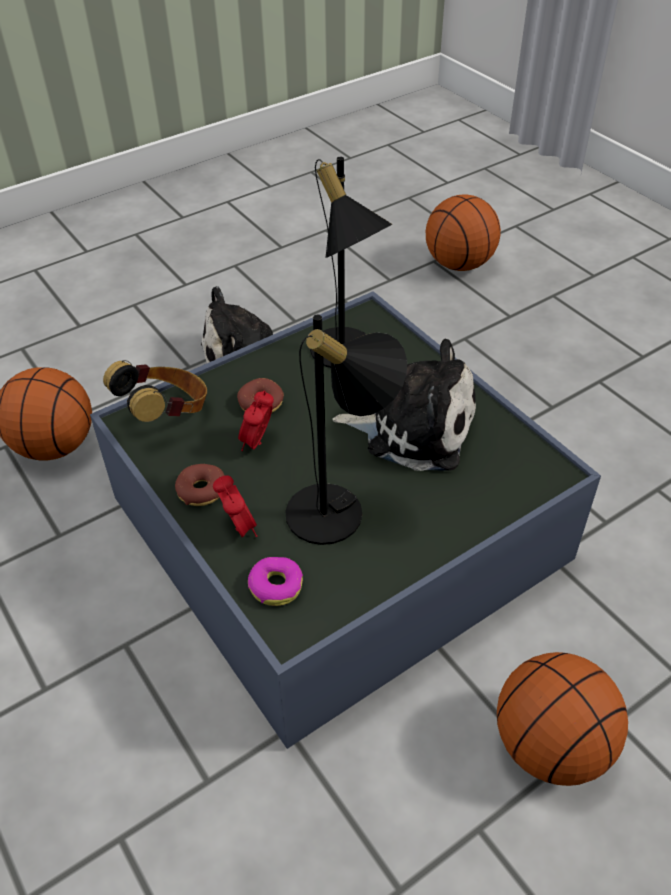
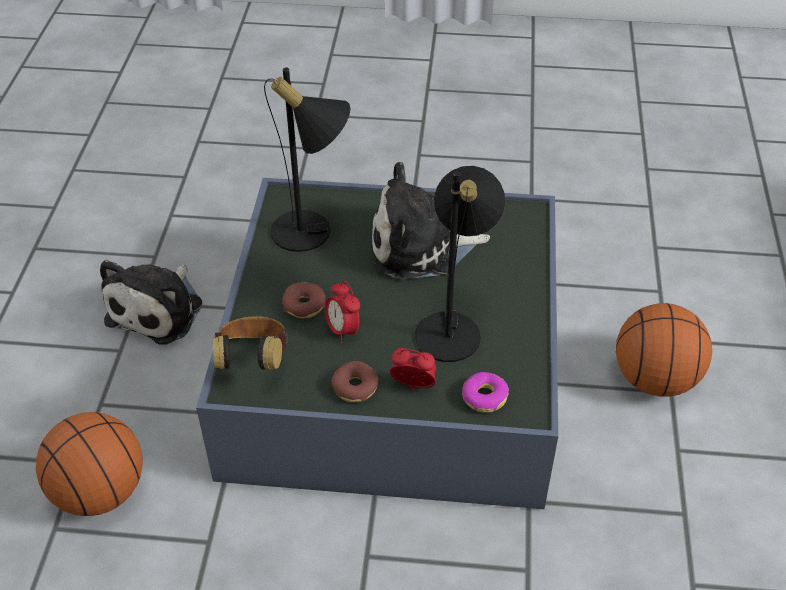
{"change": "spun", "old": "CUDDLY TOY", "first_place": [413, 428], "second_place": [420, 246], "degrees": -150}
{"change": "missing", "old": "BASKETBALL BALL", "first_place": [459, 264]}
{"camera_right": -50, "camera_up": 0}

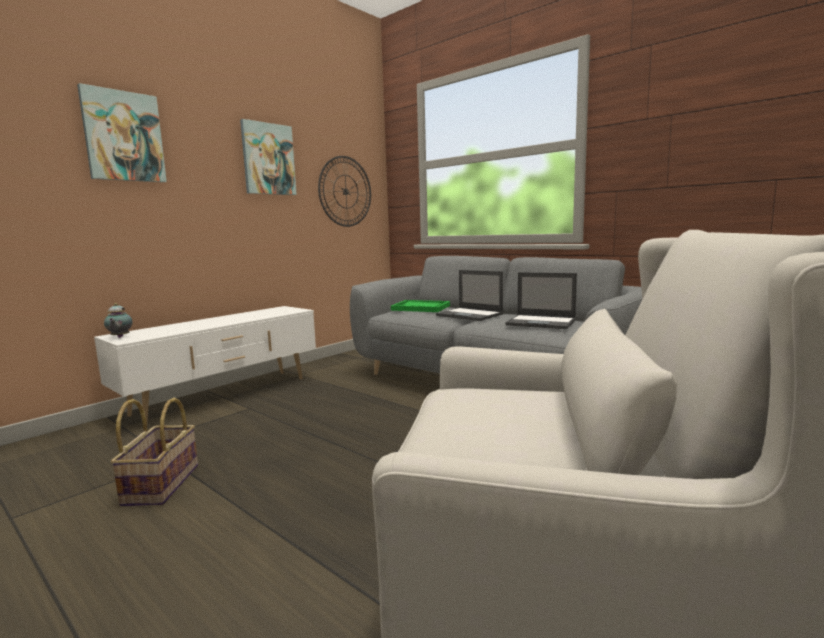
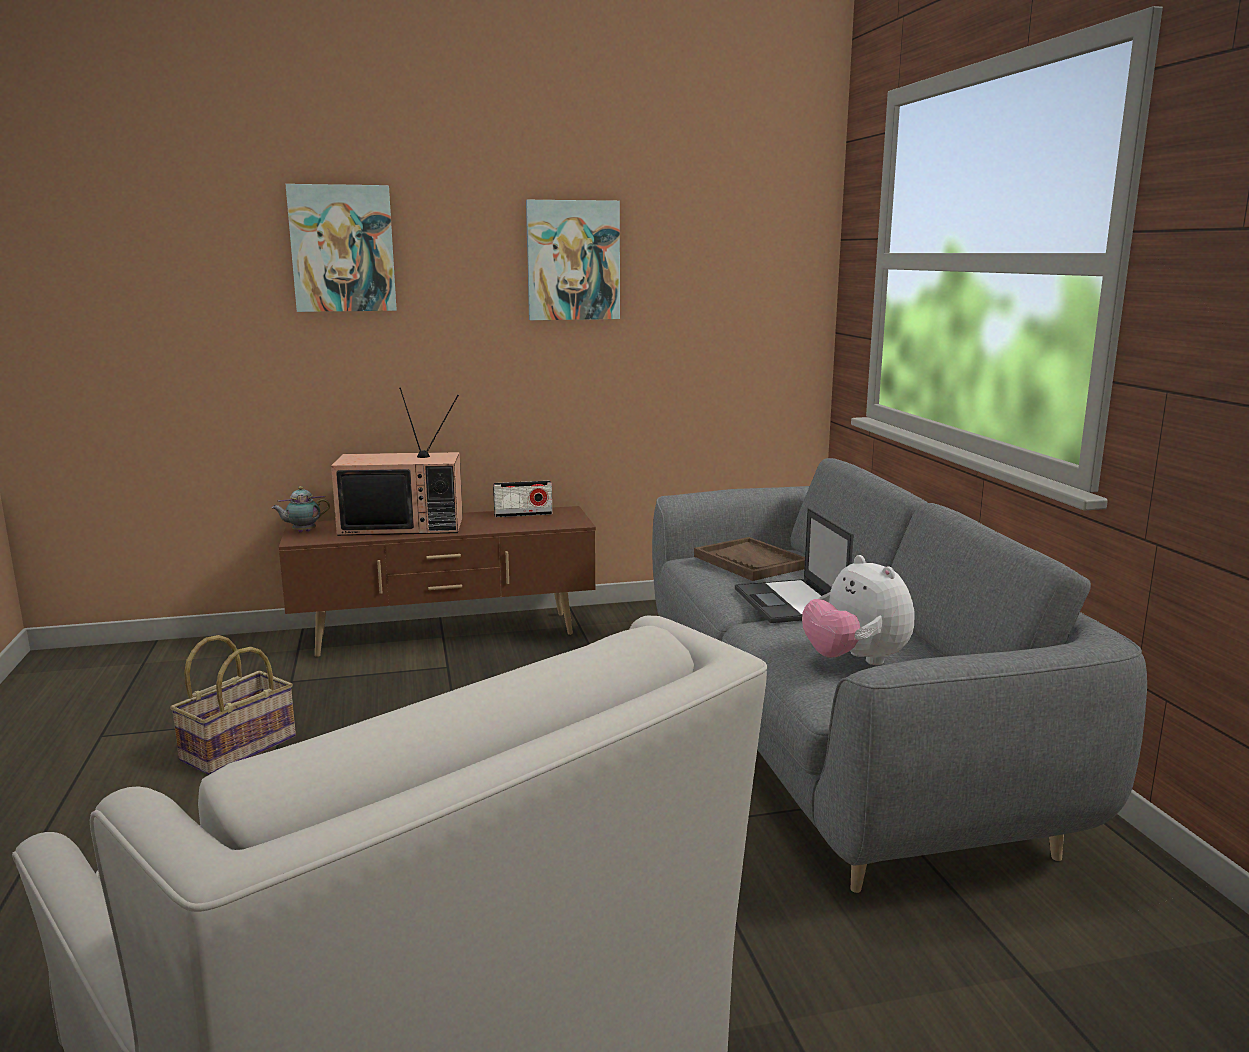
{"change": "colour", "old": "WHITE MEDIA CONSOLE", "new": "BROWN MEDIA CONSOLE", "first_place": [225, 396], "second_place": [446, 635]}
{"change": "spun", "old": "TEA POT", "first_place": [119, 337], "second_place": [302, 532], "degrees": 45}
{"change": "missing", "old": "CLOCK ON THE WALL", "first_place": [345, 191]}
{"change": "colour", "old": "GREEN CARRYING TRAY", "new": "BROWN CARRYING TRAY", "first_place": [421, 308], "second_place": [751, 562]}
{"change": "exchanged", "old": "PORTABLE COMPUTER", "new": "CUDDLY TOY", "first_place": [542, 322], "second_place": [855, 660]}
{"change": "appeared", "new": "TELEVISION", "second_place": [404, 526]}
{"change": "appeared", "new": "RADIO RECEIVER", "second_place": [523, 514]}
{"camera_right": 35, "camera_up": 5}

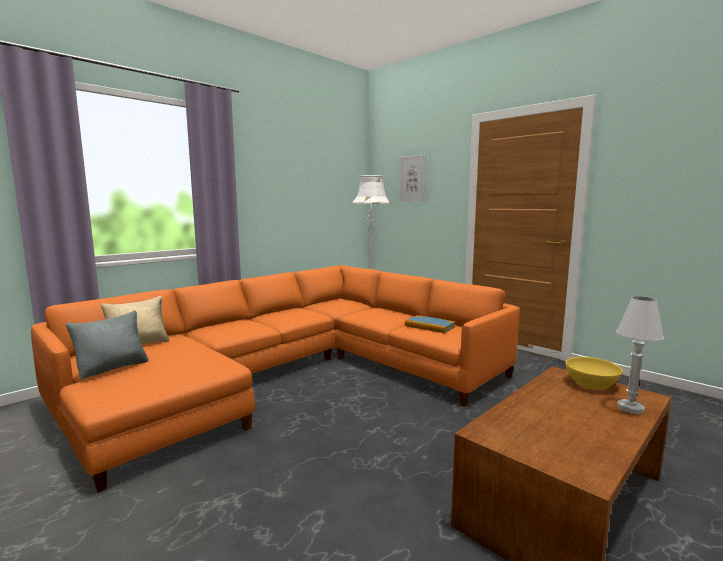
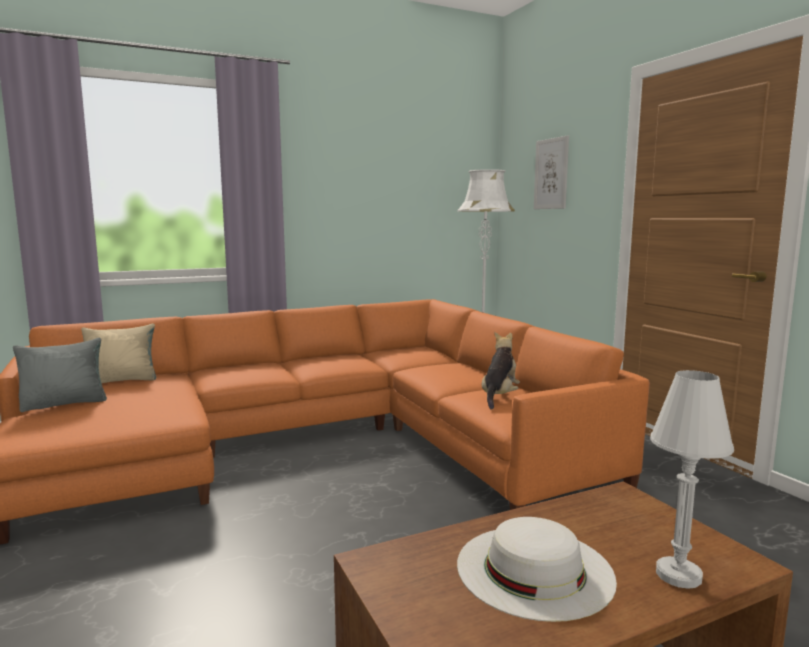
{"change": "exchanged", "old": "BOUND BOOK", "new": "CUDDLY TOY", "first_place": [429, 326], "second_place": [499, 396]}
{"change": "missing", "old": "YELLOWISH SERVING BOWL", "first_place": [591, 384]}
{"change": "appeared", "new": "WHITE CLOTHING HAT", "second_place": [534, 569]}
{"camera_right": 20, "camera_up": 0}

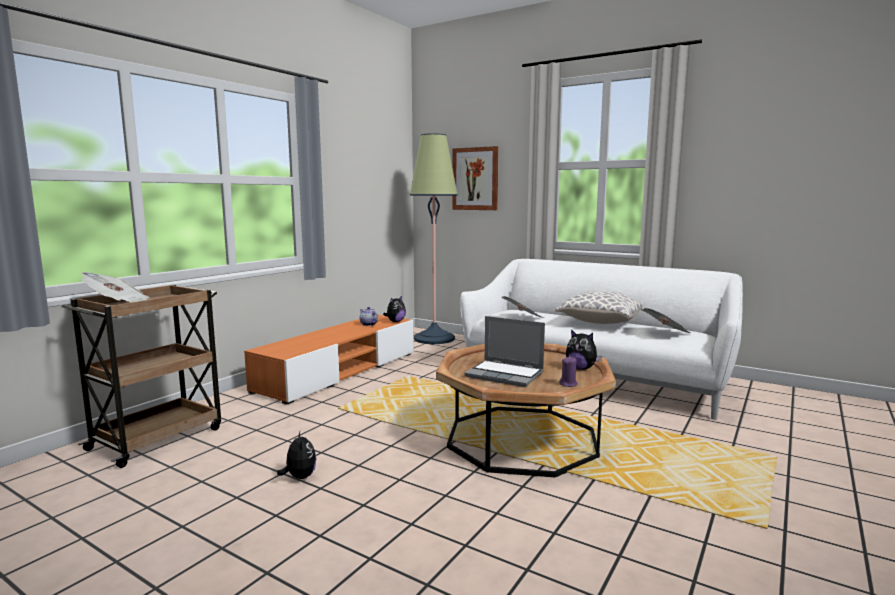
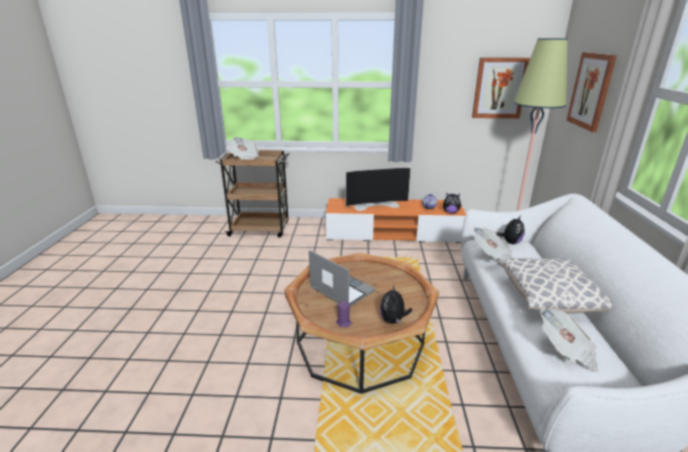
{"change": "relocated", "old": "CUDDLY TOY", "first_place": [299, 477], "second_place": [510, 242]}
{"change": "spun", "old": "PORTABLE COMPUTER", "first_place": [506, 375], "second_place": [340, 290], "degrees": 135}
{"change": "appeared", "new": "TELEVISION", "second_place": [376, 205]}
{"change": "appeared", "new": "PICTURE", "second_place": [499, 88]}
{"camera_right": 60, "camera_up": 15}

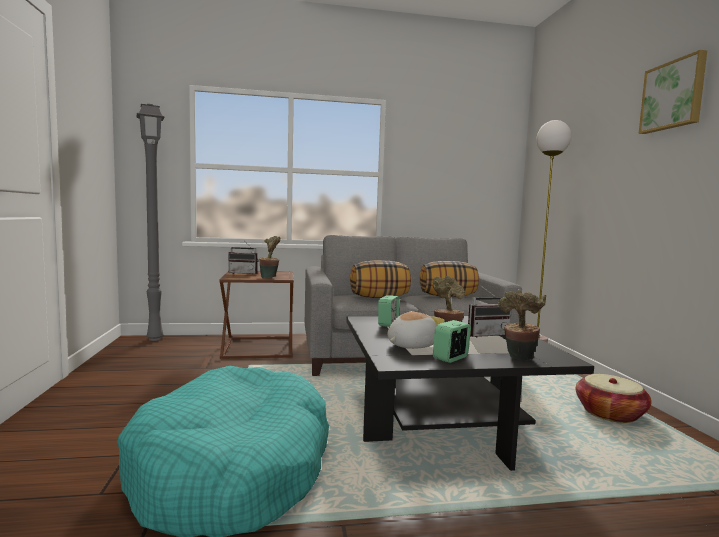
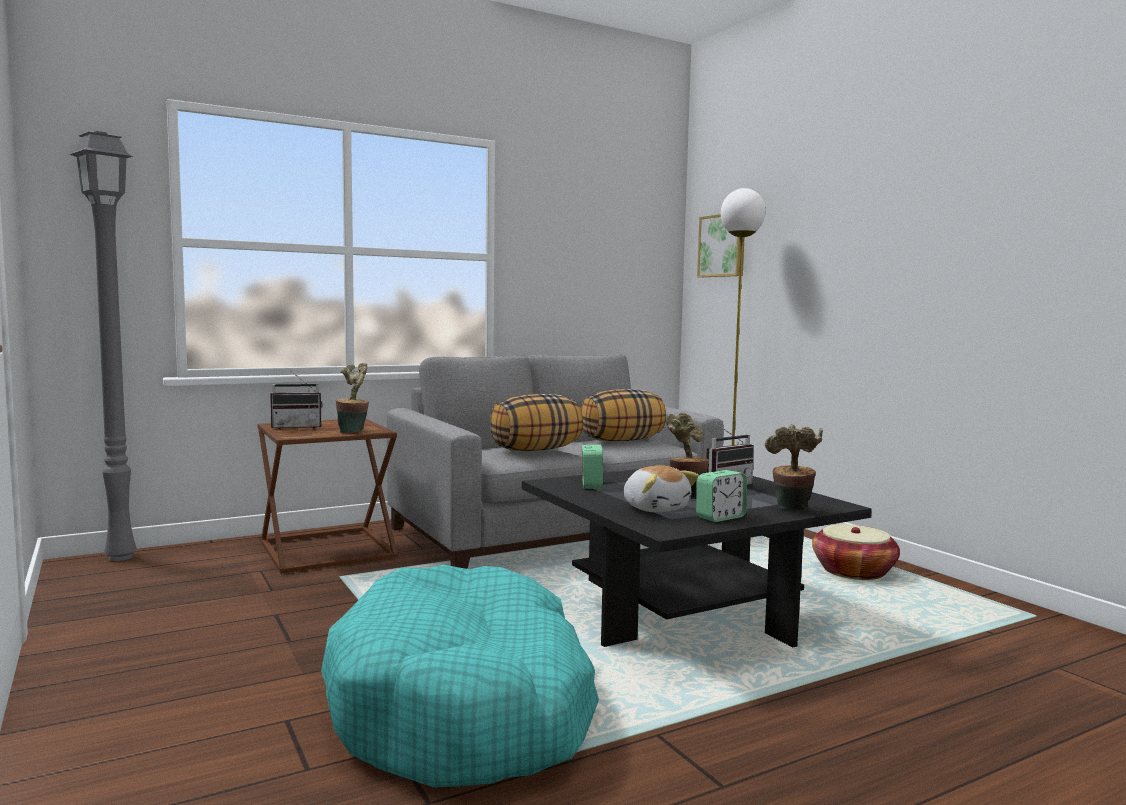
{"change": "spun", "old": "CUDDLY TOY", "first_place": [410, 345], "second_place": [656, 508], "degrees": 120}
{"change": "spun", "old": "BEDSIDE CLOCK", "first_place": [451, 358], "second_place": [720, 517], "degrees": -150}
{"change": "relocated", "old": "PICTURE", "first_place": [673, 95], "second_place": [723, 245]}
{"camera_right": -20, "camera_up": 0}

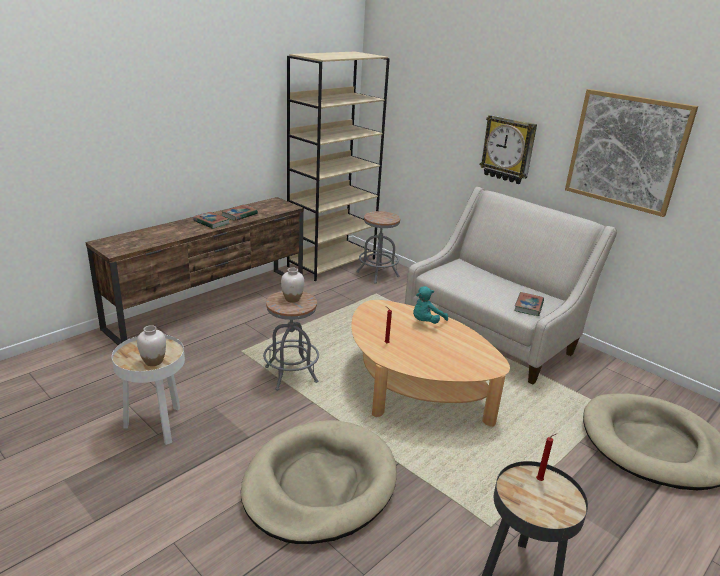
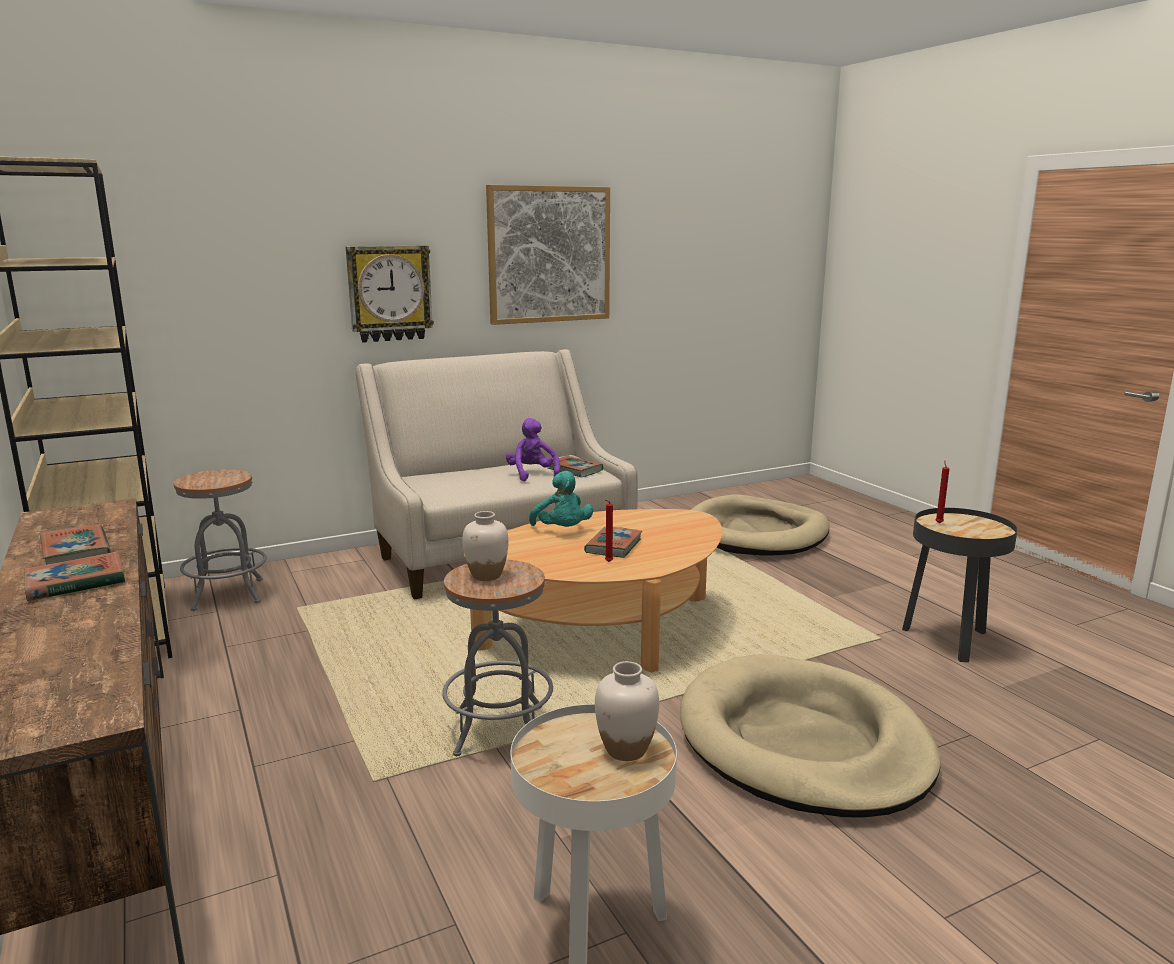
{"change": "appeared", "new": "PURPLE-COLOURED CUDDLY TOY", "second_place": [532, 474]}
{"change": "appeared", "new": "BOUND BOOK", "second_place": [613, 546]}
{"camera_right": -70, "camera_up": -10}

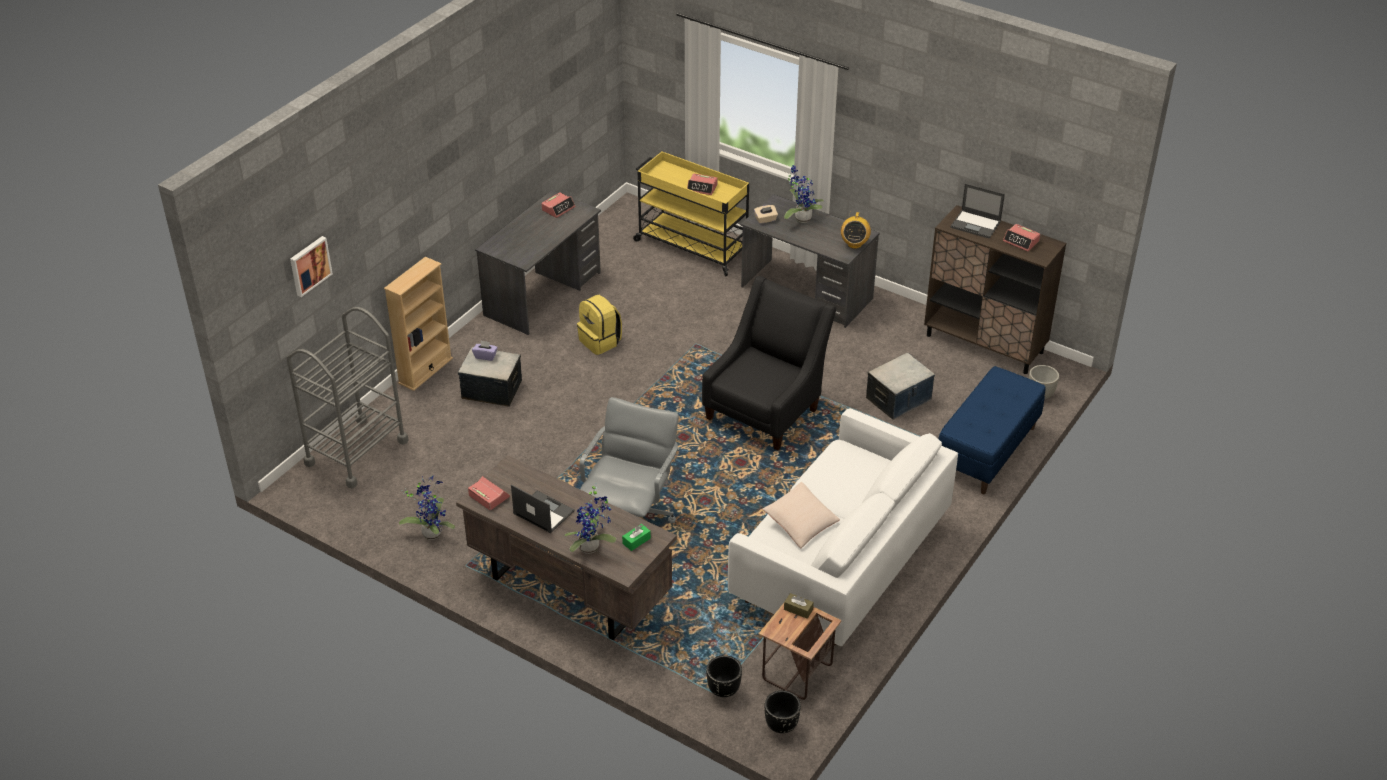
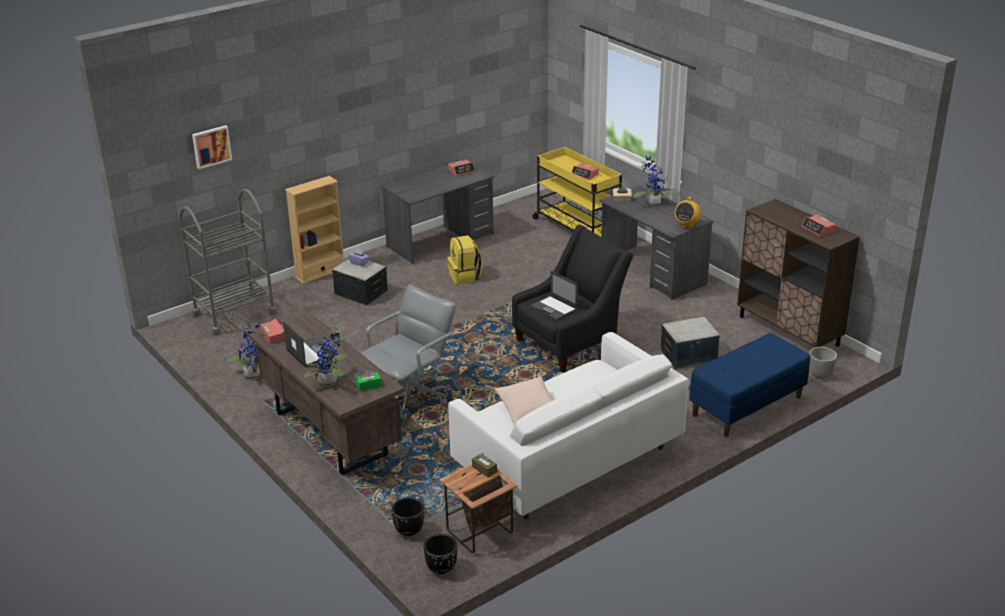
{"change": "relocated", "old": "PORTABLE COMPUTER", "first_place": [976, 224], "second_place": [554, 308]}
{"camera_right": 20, "camera_up": -10}

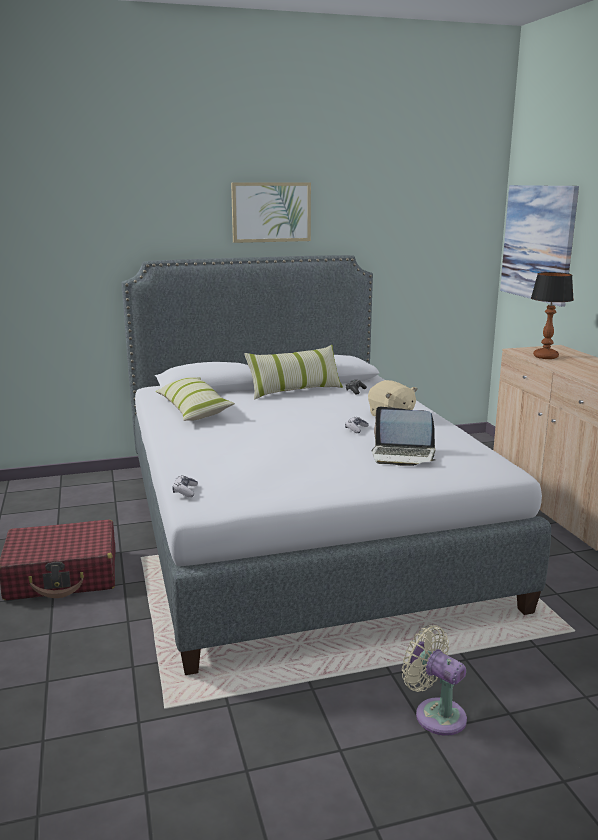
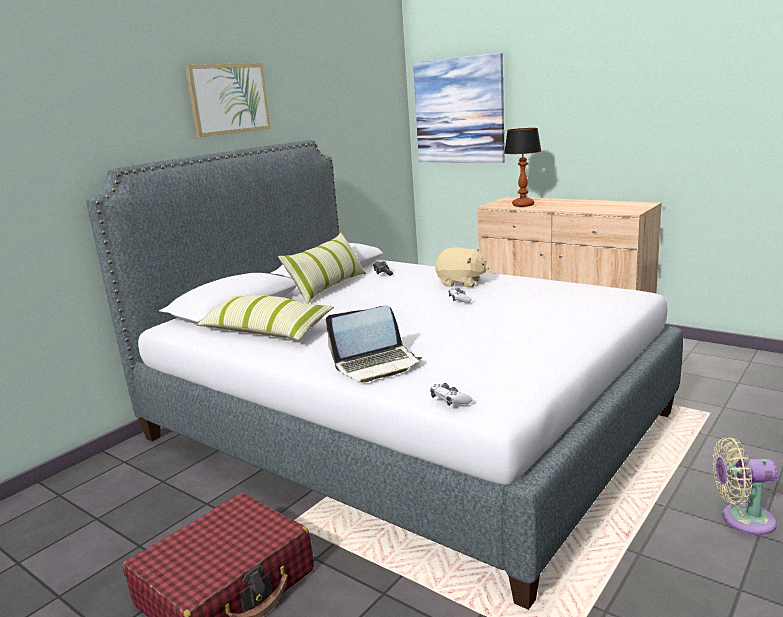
{"change": "relocated", "old": "PORTABLE COMPUTER", "first_place": [403, 456], "second_place": [377, 365]}
{"camera_right": -35, "camera_up": 0}

